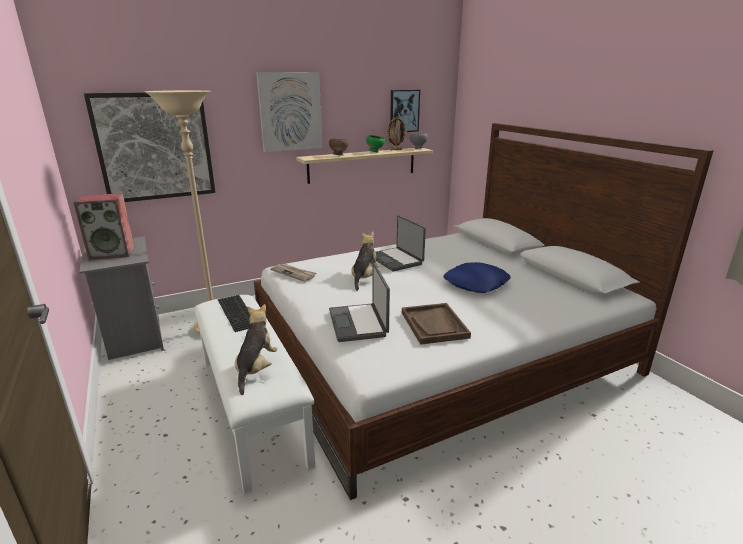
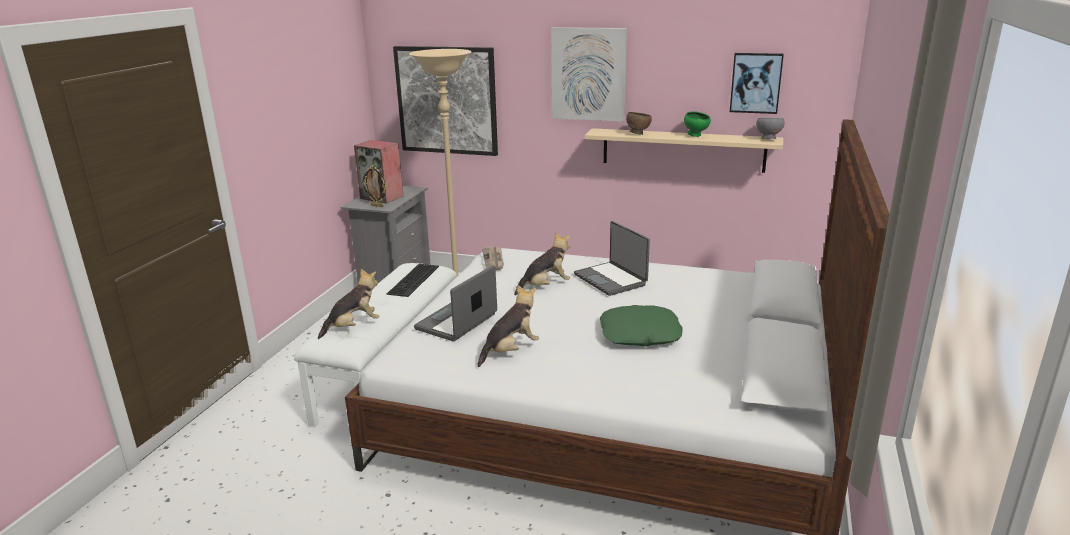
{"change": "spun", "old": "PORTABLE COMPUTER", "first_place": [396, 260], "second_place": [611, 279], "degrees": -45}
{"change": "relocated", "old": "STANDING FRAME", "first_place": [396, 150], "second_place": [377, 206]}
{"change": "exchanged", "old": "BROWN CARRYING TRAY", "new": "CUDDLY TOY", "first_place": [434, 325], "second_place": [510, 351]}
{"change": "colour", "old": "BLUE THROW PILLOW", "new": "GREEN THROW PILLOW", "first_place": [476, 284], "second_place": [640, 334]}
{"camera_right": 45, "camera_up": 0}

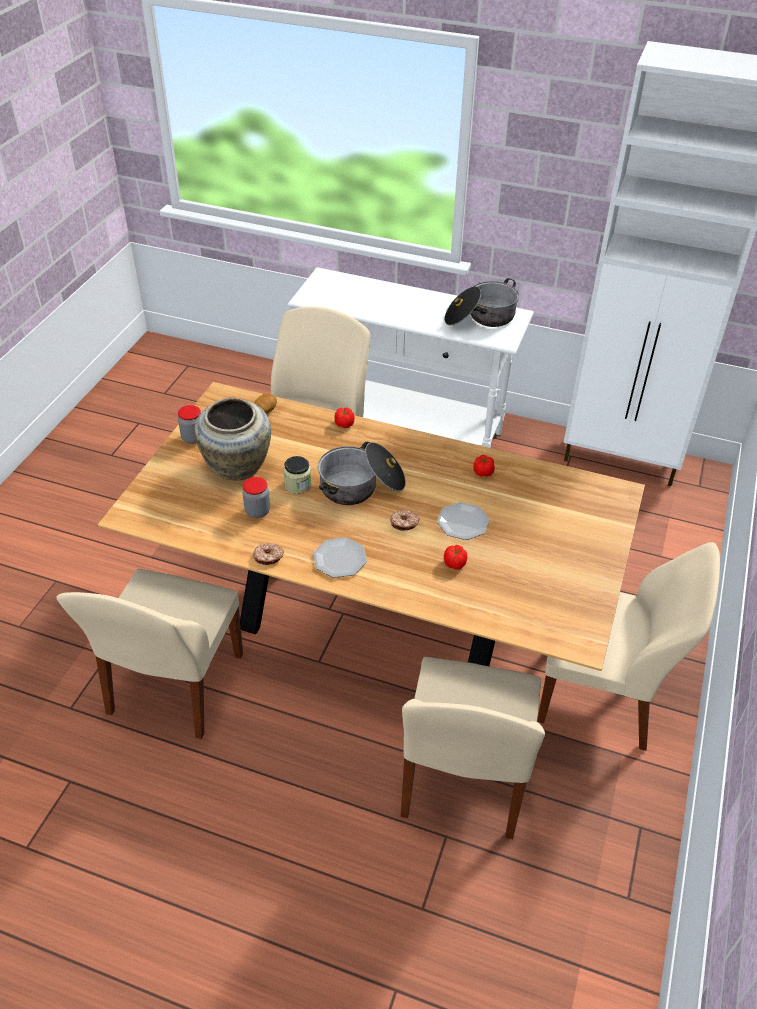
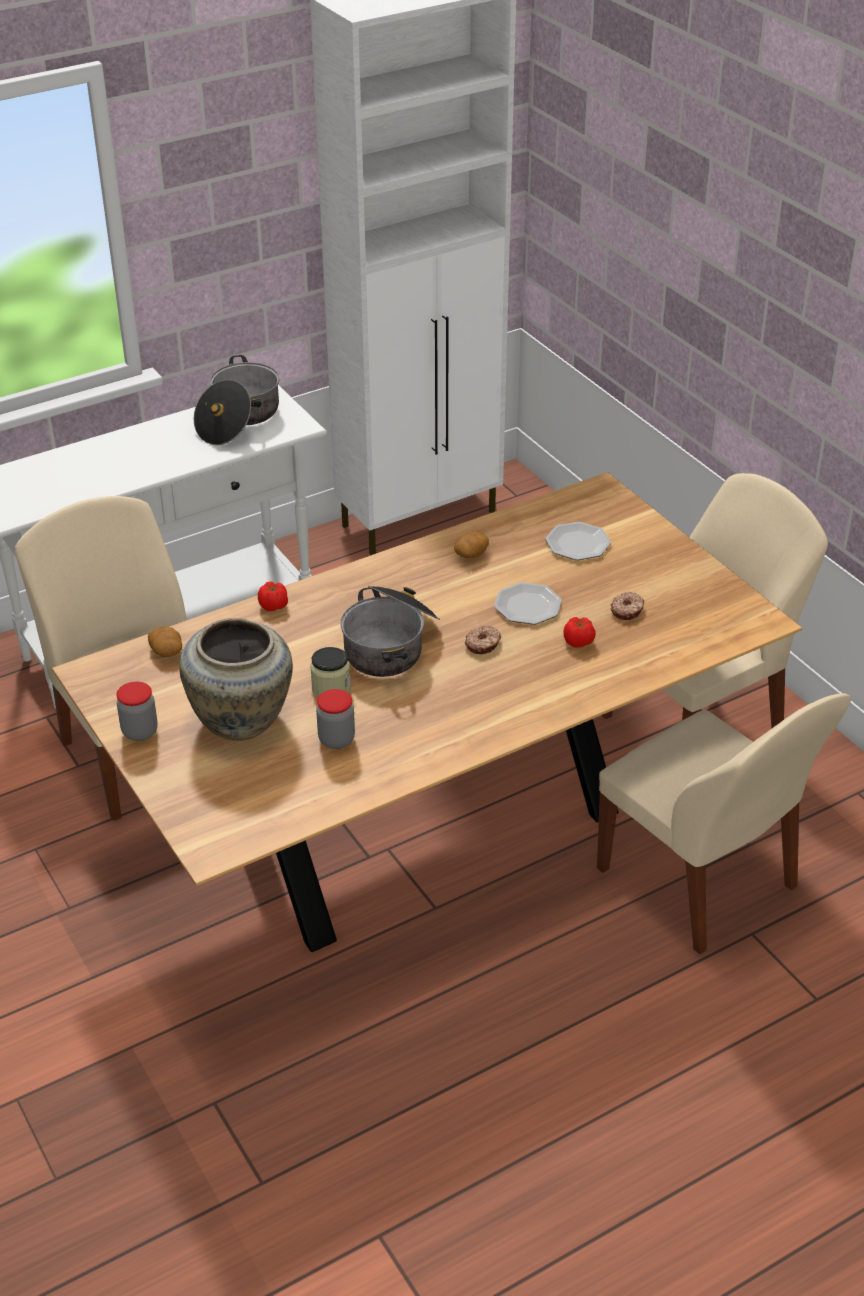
{"change": "missing", "old": "BEIGE-COLOURED CHAIR", "first_place": [174, 687]}
{"change": "relocated", "old": "DOUGHNUT", "first_place": [268, 557], "second_place": [627, 610]}
{"change": "relocated", "old": "FLAT DISH", "first_place": [340, 559], "second_place": [578, 544]}
{"change": "exchanged", "old": "WHOLE TOMATO", "new": "WHOLE POTATO", "first_place": [483, 472], "second_place": [471, 554]}
{"camera_right": -50, "camera_up": -5}

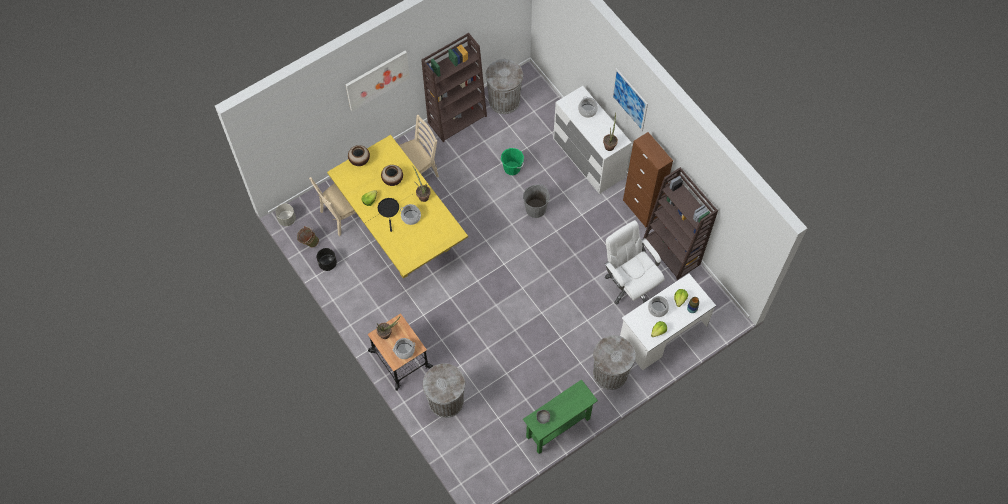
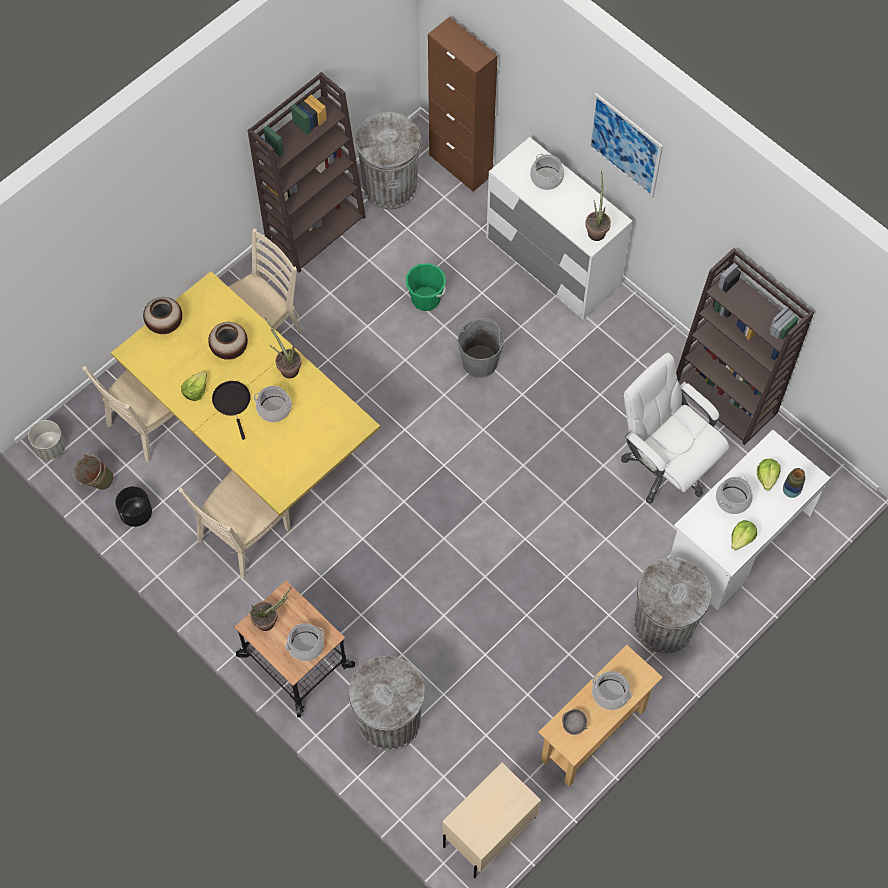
{"change": "missing", "old": "PICTURE", "first_place": [377, 80]}
{"change": "colour", "old": "GREEN HALL TABLE", "new": "BEIGE-COLOURED HALL TABLE", "first_place": [558, 427], "second_place": [593, 734]}
{"change": "relocated", "old": "BROWN CUPBOARD", "first_place": [640, 209], "second_place": [460, 165]}
{"change": "appeared", "new": "BEIGE-COLOURED CHAIR", "second_place": [243, 535]}
{"change": "appeared", "new": "BEIGE-COLOURED NIGHTSTAND", "second_place": [489, 832]}
{"change": "appeared", "new": "SAUCEPOT", "second_place": [610, 694]}
{"camera_right": -10, "camera_up": 0}

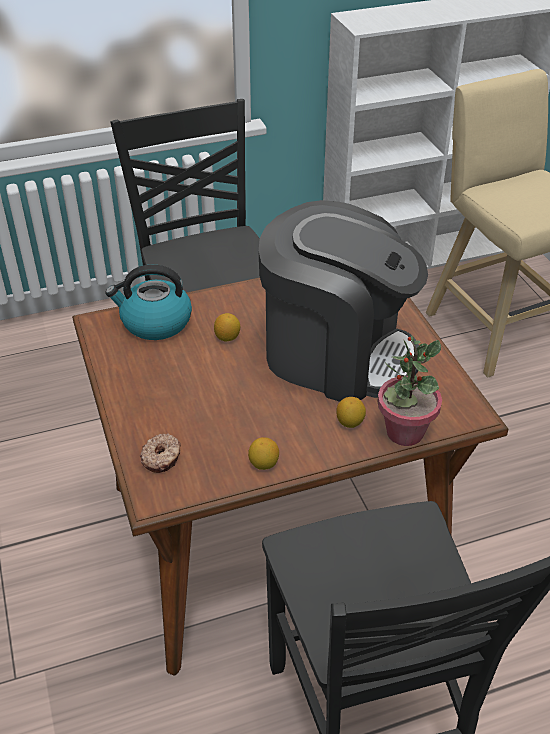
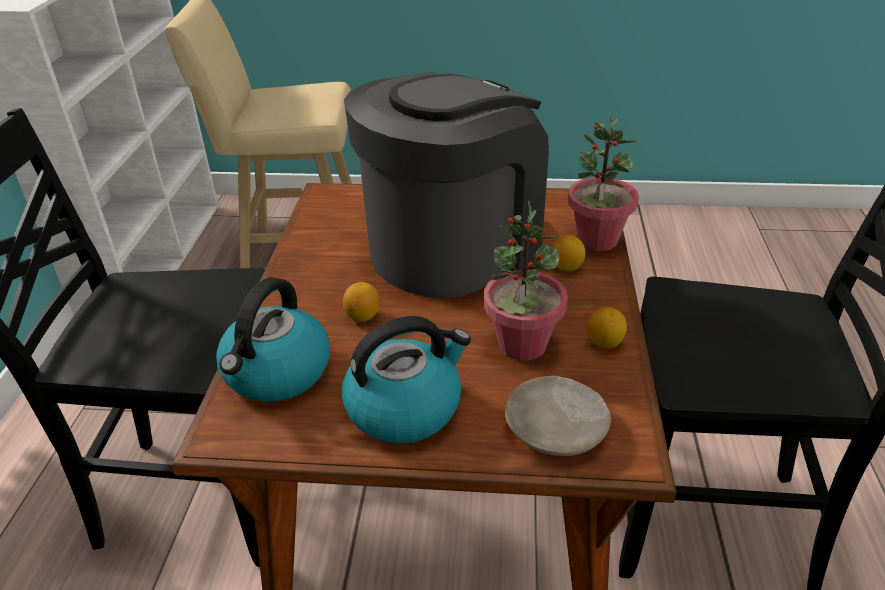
{"change": "exchanged", "old": "DOUGHNUT", "new": "BEIGE-COLOURED FLAT DISH", "first_place": [162, 458], "second_place": [557, 428]}
{"change": "appeared", "new": "WATER KETTLE", "second_place": [405, 407]}
{"change": "appeared", "new": "HOUSEPLANT", "second_place": [522, 345]}
{"camera_right": -65, "camera_up": -5}

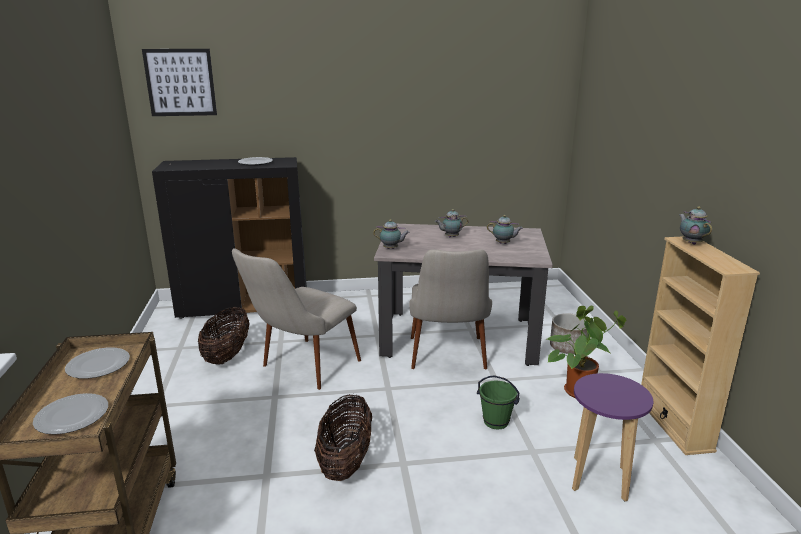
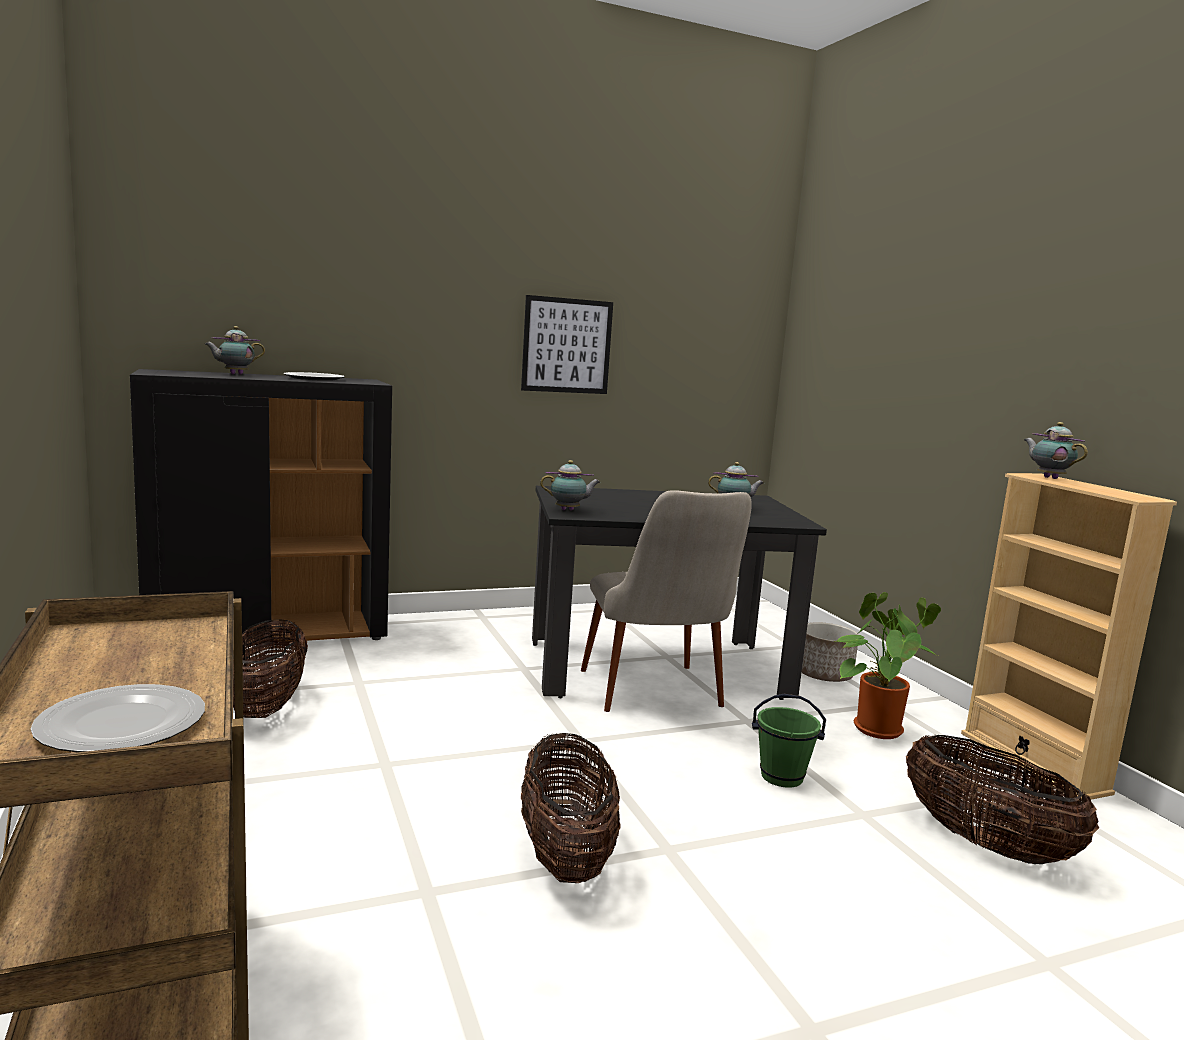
{"change": "missing", "old": "FLAT DISH", "first_place": [98, 365]}
{"change": "relocated", "old": "PICTURE", "first_place": [180, 82], "second_place": [567, 345]}
{"change": "missing", "old": "BEIGE-COLOURED CHAIR", "first_place": [301, 370]}
{"change": "colour", "old": "BEIGE-COLOURED KITCHEN TABLE", "new": "BLACKISH KITCHEN TABLE", "first_place": [458, 338], "second_place": [656, 668]}
{"change": "relocated", "old": "TEA POT", "first_place": [450, 237], "second_place": [234, 374]}
{"change": "exchanged", "old": "PURPLE-COLOURED SITTING STOOL", "new": "BASKET", "first_place": [600, 479], "second_place": [986, 844]}
{"camera_right": -15, "camera_up": -10}

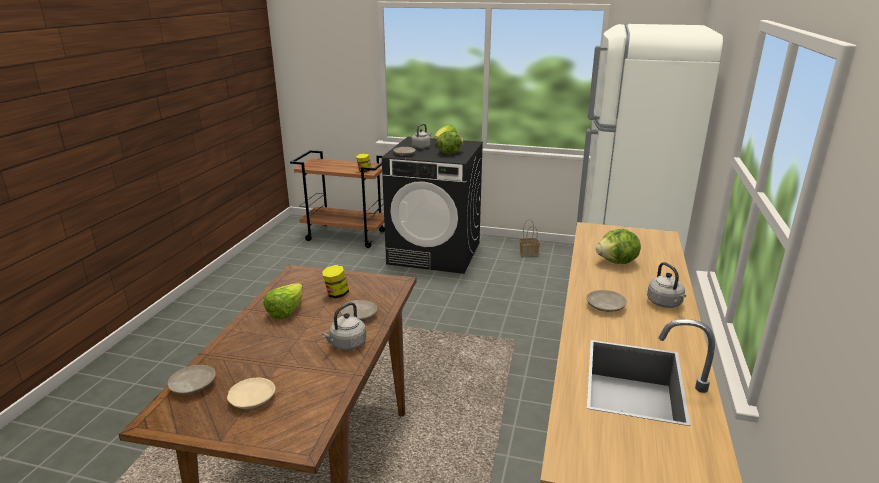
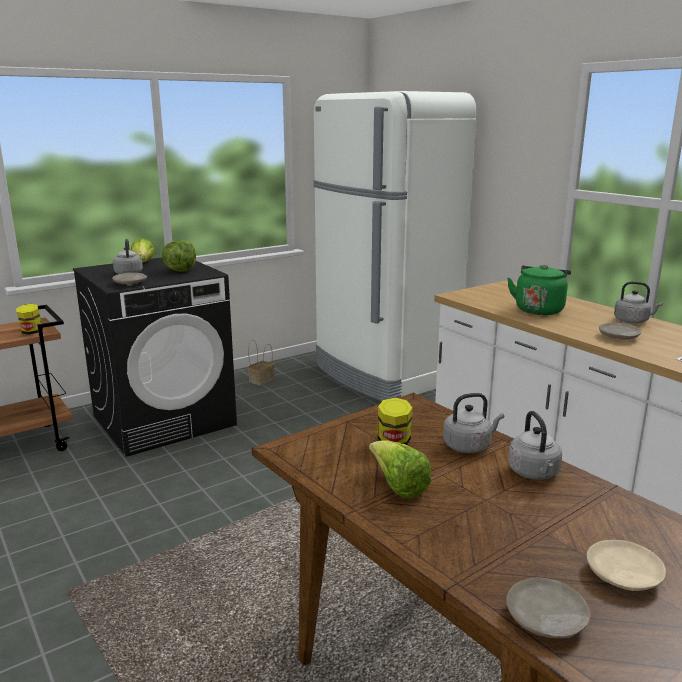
{"change": "exchanged", "old": "BEIGE-COLOURED FLAT DISH", "new": "GRAY WATER KETTLE", "first_place": [359, 315], "second_place": [469, 446]}
{"change": "exchanged", "old": "HEAD OF LETTUCE", "new": "GREEN WATER KETTLE", "first_place": [617, 262], "second_place": [539, 309]}
{"camera_right": -50, "camera_up": -5}

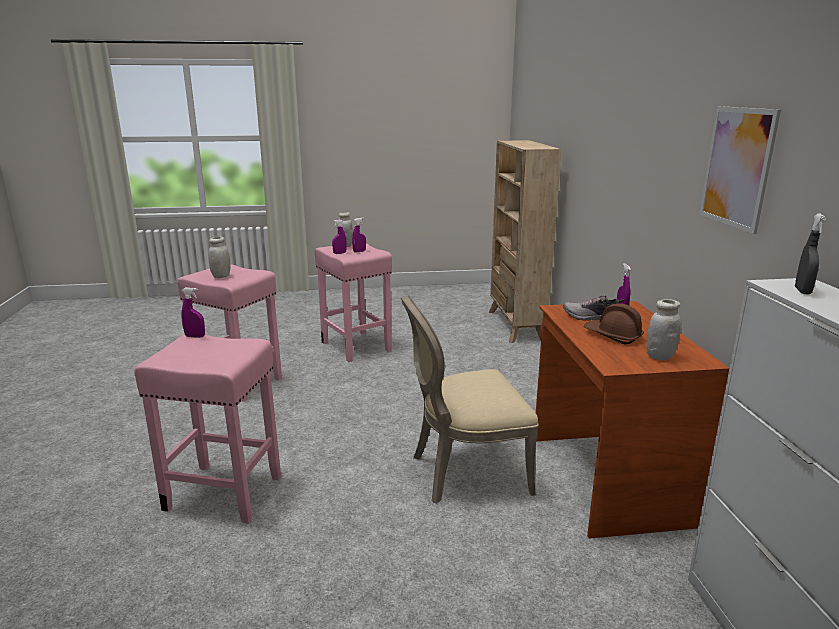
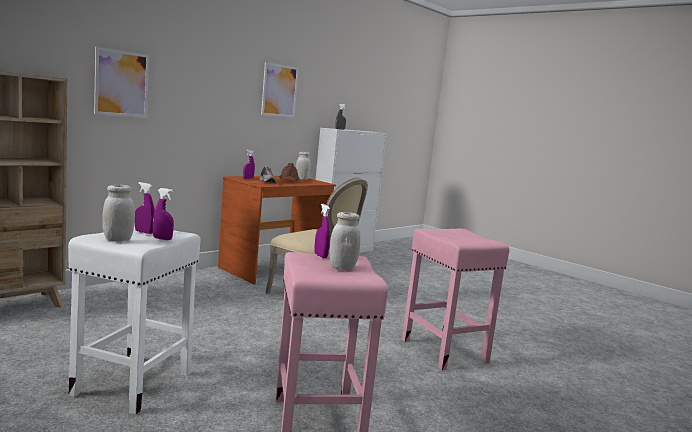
{"change": "relocated", "old": "PURPLE-COLOURED SPRAY BOTTLE", "first_place": [195, 336], "second_place": [320, 256]}
{"change": "colour", "old": "PINK SITTING STOOL", "new": "WHITE SITTING STOOL", "first_place": [357, 347], "second_place": [134, 383]}
{"change": "appeared", "new": "PICTURE", "second_place": [122, 83]}
{"camera_right": -130, "camera_up": -10}

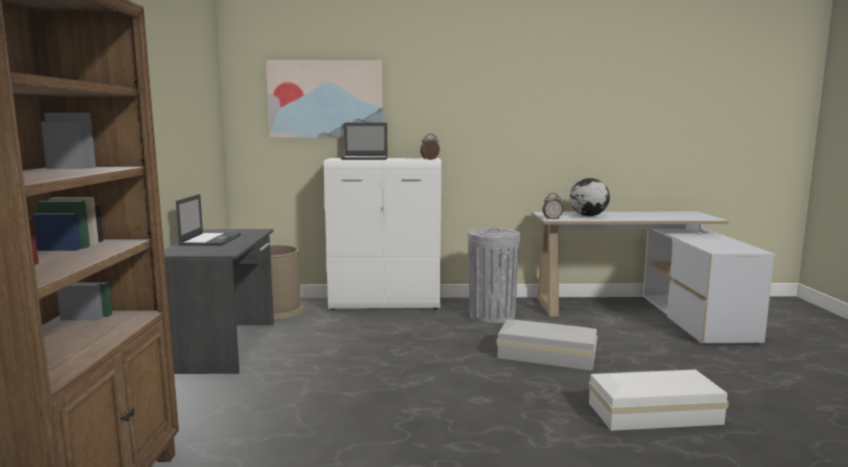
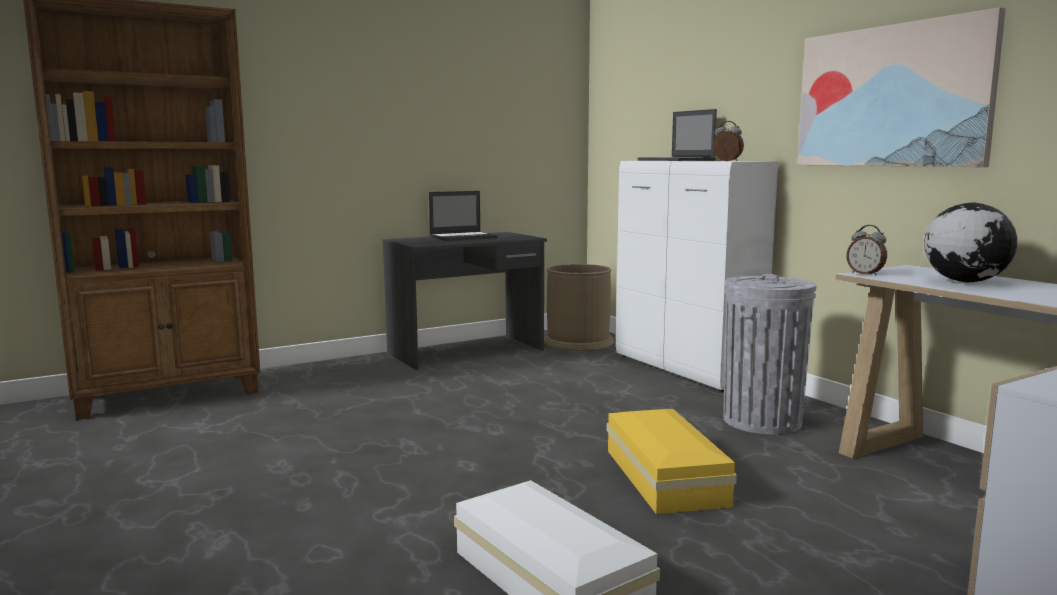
{"change": "relocated", "old": "PICTURE", "first_place": [326, 99], "second_place": [891, 96]}
{"change": "colour", "old": "WHITE STORAGE BOX", "new": "YELLOWISH STORAGE BOX", "first_place": [548, 356], "second_place": [663, 478]}
{"camera_right": 60, "camera_up": 0}

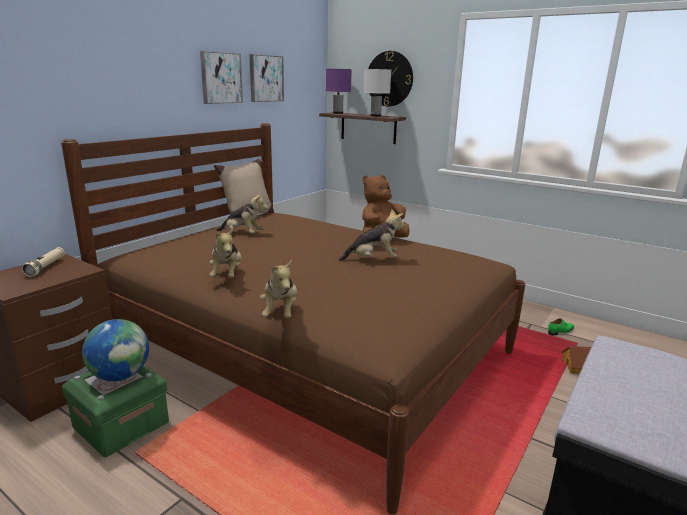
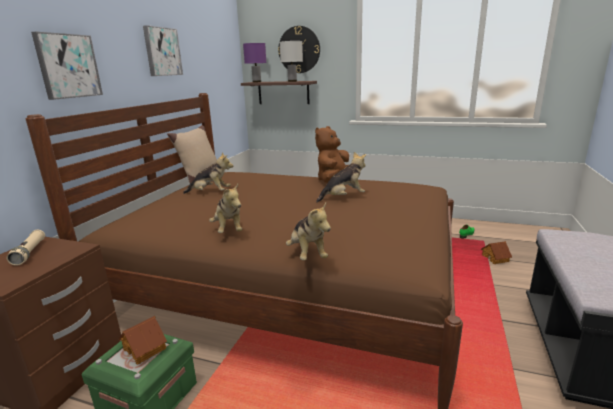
{"change": "exchanged", "old": "GLOBE", "new": "TOY HOUSE", "first_place": [120, 376], "second_place": [145, 348]}
{"change": "relocated", "old": "PICTURE", "first_place": [265, 78], "second_place": [68, 66]}
{"camera_right": -15, "camera_up": 0}

